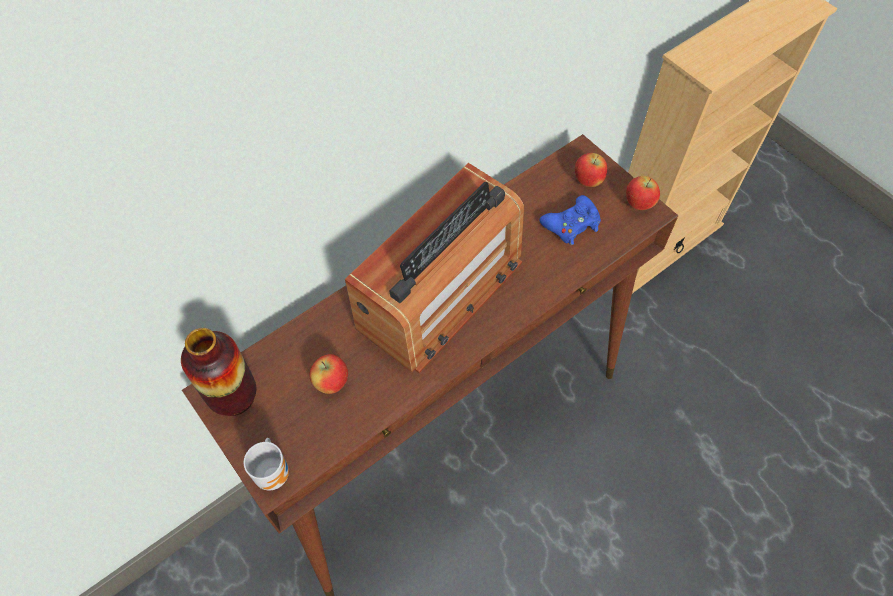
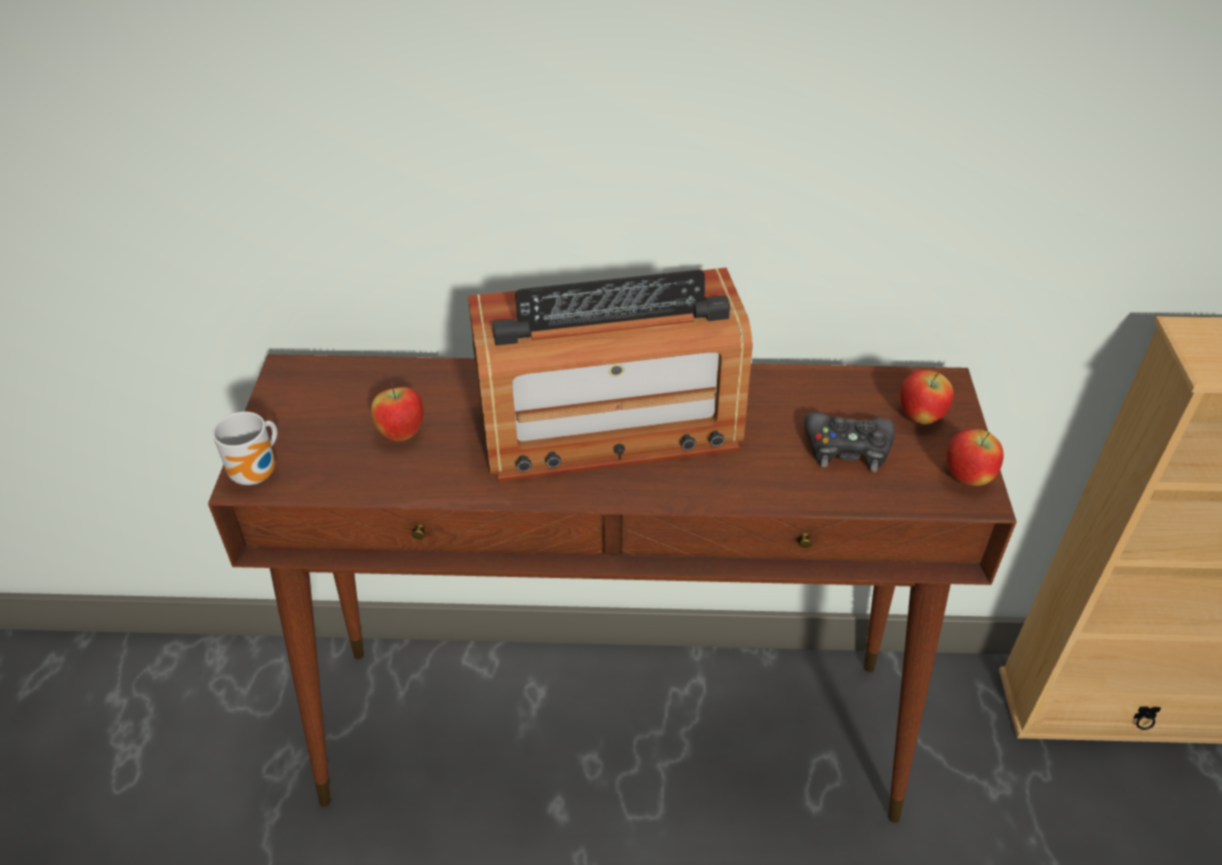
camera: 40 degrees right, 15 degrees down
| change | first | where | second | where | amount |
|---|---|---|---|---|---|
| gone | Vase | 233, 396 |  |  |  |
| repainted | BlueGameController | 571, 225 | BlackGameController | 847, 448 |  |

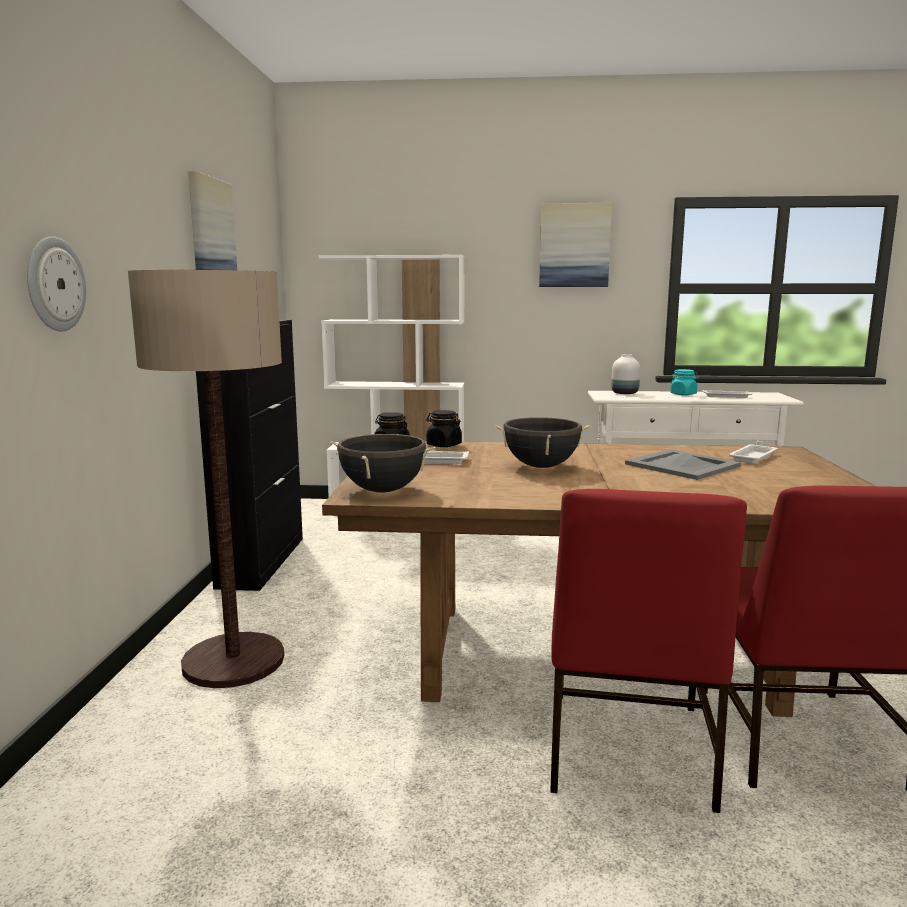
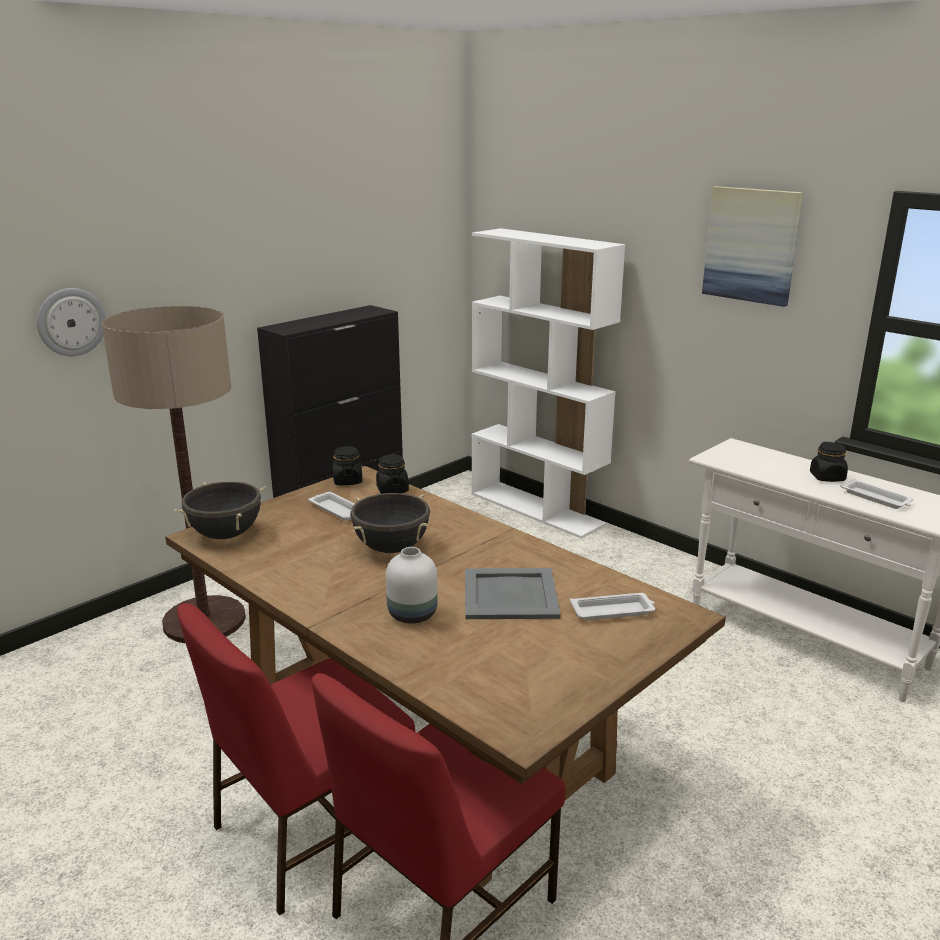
camera: 40 degrees right, 10 degrees up
| change | first | where | second | where | amount |
|---|---|---|---|---|---|
| gone | Picture | 211, 232 |  |  |  |
| shifted | WhiteVase | 624, 393 |  | 412, 614 |  |
| repainted | TurquoiseJar | 683, 394 | BlackJar | 827, 477 |  |

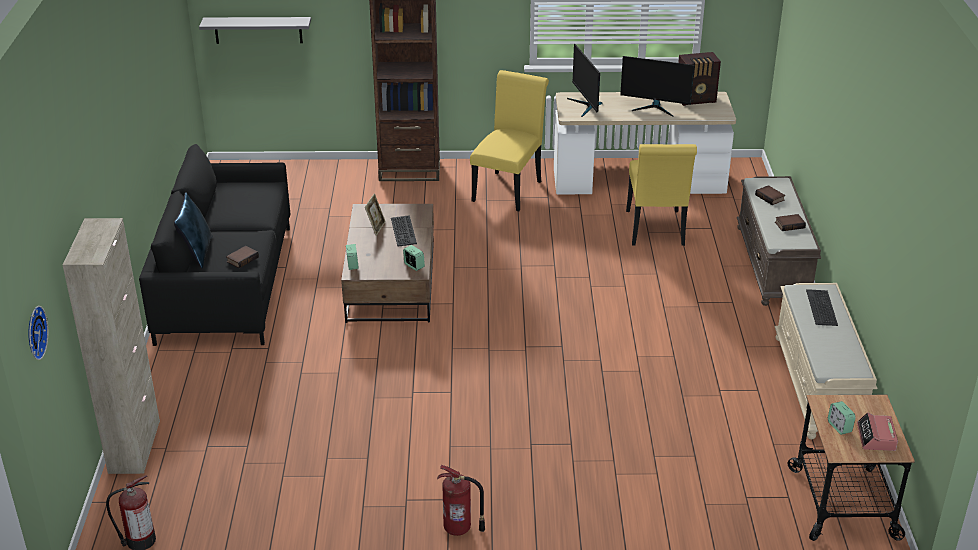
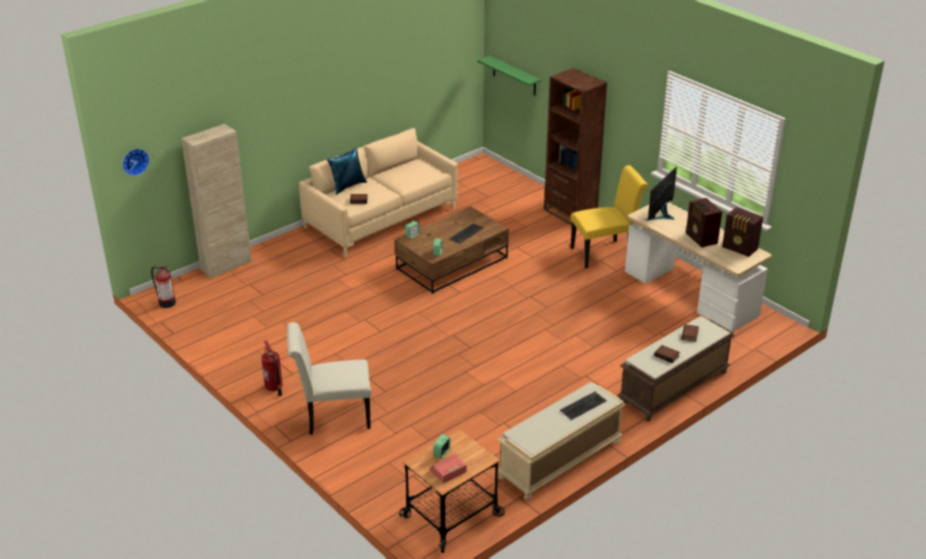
camera: 50 degrees right, 0 degrees up
| change | first | where | second | where | amount |
|---|---|---|---|---|---|
| repainted | BlackSofa | 226, 283 | BeigeSofa | 381, 218 |  |
| repainted | GreyShelf | 258, 30 | GreenShelf | 514, 76 |  |
| gone | PictureFrame | 376, 227 |  |  |  |
| swapped | Monitor | 655, 108 | Radio | 701, 239 |  |
| gone | YellowChair | 655, 231 |  |  |  |
| new |  |  | WhiteChair | 333, 417 |  |

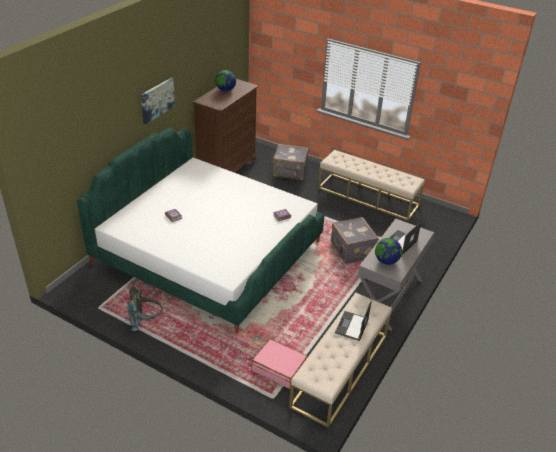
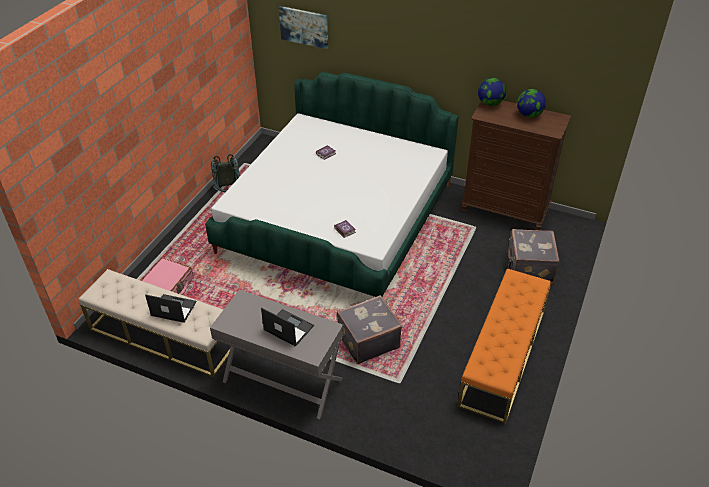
camera: 85 degrees right, 5 degrees up
| change | first | where | second | where | amount |
|---|---|---|---|---|---|
| shifted | Picture | 157, 100 |  | 304, 26 |  |
| repainted | BeigeBench | 368, 196 | OrangeBench | 503, 357 |  |
| shifted | Globe | 386, 261 |  | 490, 103 |  |

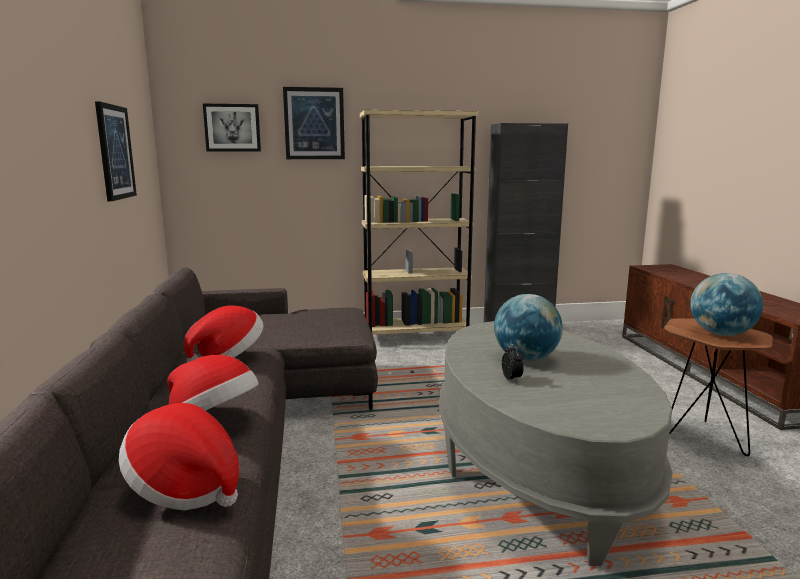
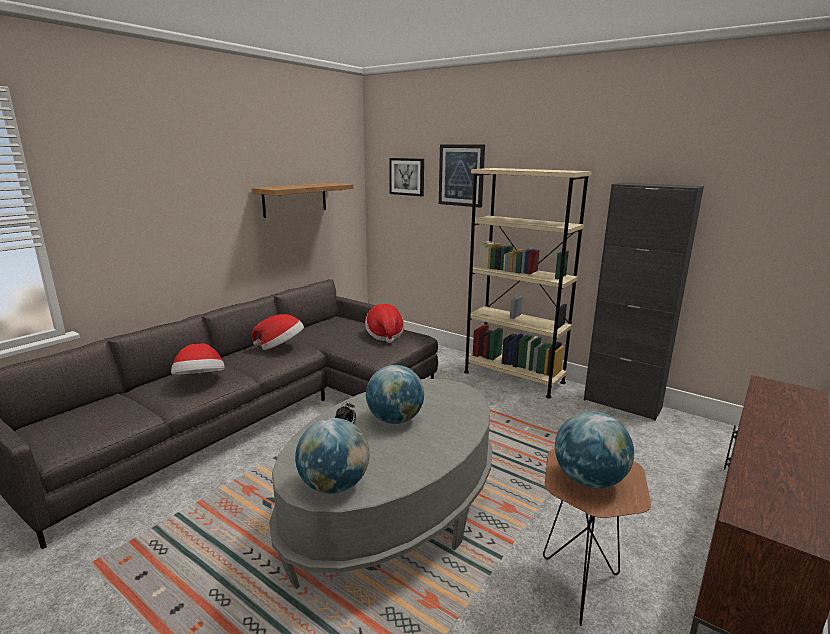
camera: 45 degrees right, 5 degrees up
| change | first | where | second | where | amount |
|---|---|---|---|---|---|
| swapped | Picture | 115, 152 | Shelf | 295, 199 |  |
| shifted | Hat | 185, 488 |  | 385, 335 |  |
| new |  |  | Globe | 334, 485 |  |

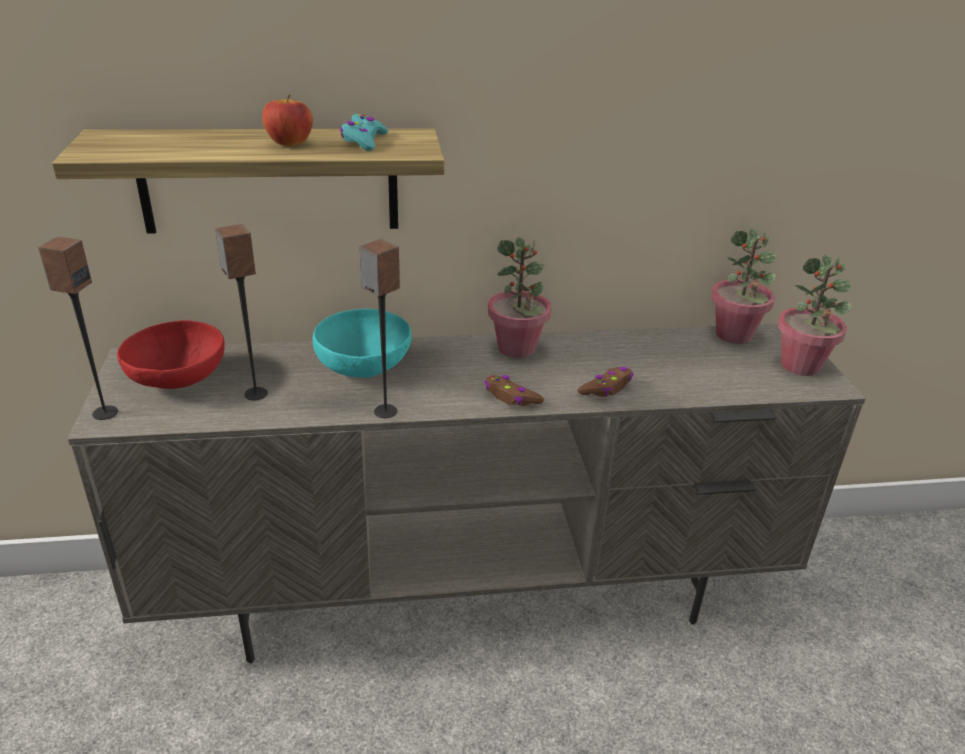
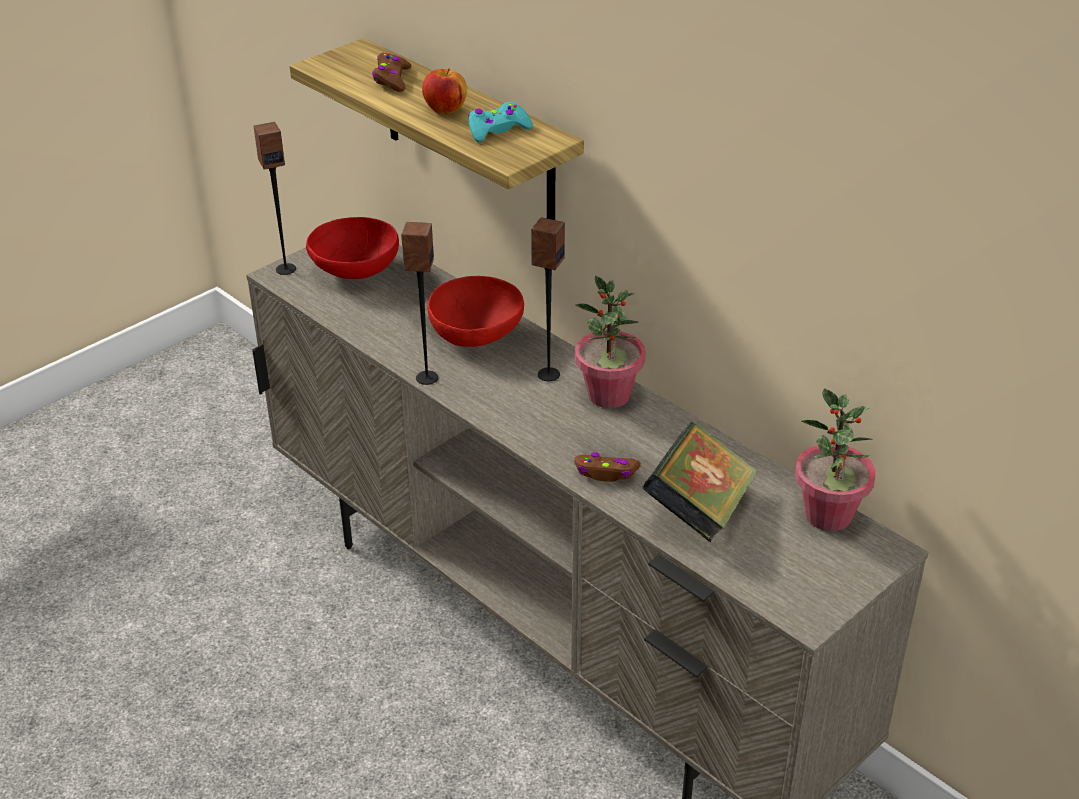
camera: 55 degrees right, 5 degrees up
| change | first | where | second | where | amount |
|---|---|---|---|---|---|
| shifted | Speaker | 255, 394 |  | 548, 374 |  |
| repainted | TurquoiseBowl | 365, 366 | RedBowl | 477, 335 |  |
| shifted | BrownGameController | 511, 397 |  | 392, 79 |  |
| gone | PottedPlant | 800, 366 |  |  |  |
| new |  |  | Book | 699, 510 |  |

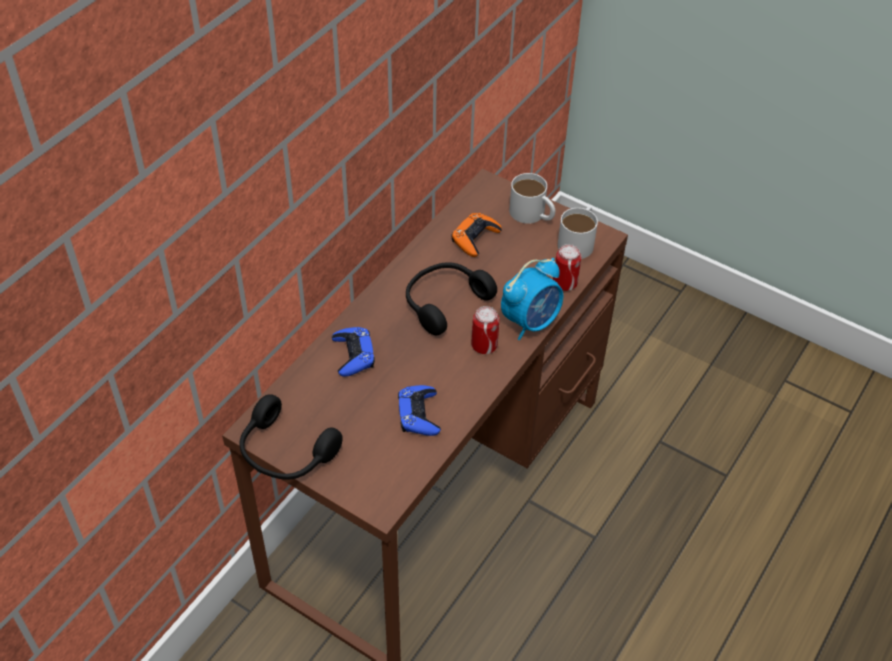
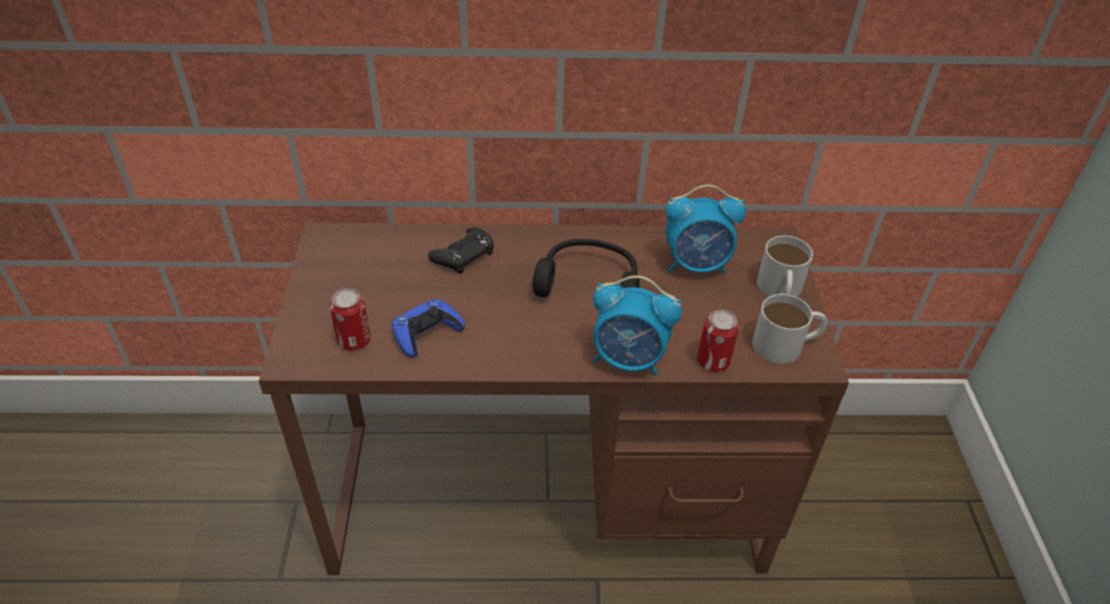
camera: 55 degrees right, 5 degrees down
| change | first | where | second | where | amount |
|---|---|---|---|---|---|
| gone | BlackHeadphones | 285, 453 |  |  |  |
| repainted | BlueGameController | 353, 355 | BlackGameController | 463, 255 |  |
| swapped | OrangeGameController | 475, 238 | AlarmClock | 696, 265 |  |
| shifted | Can | 484, 345 |  | 354, 340 |  |

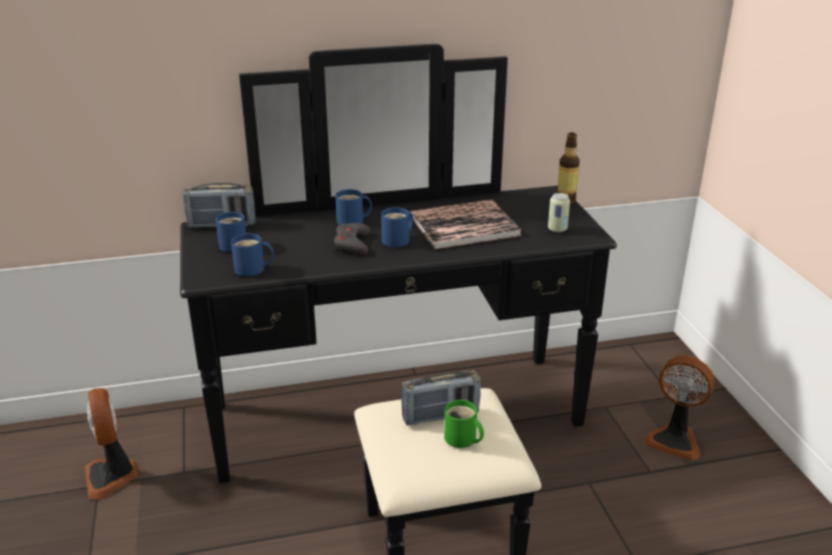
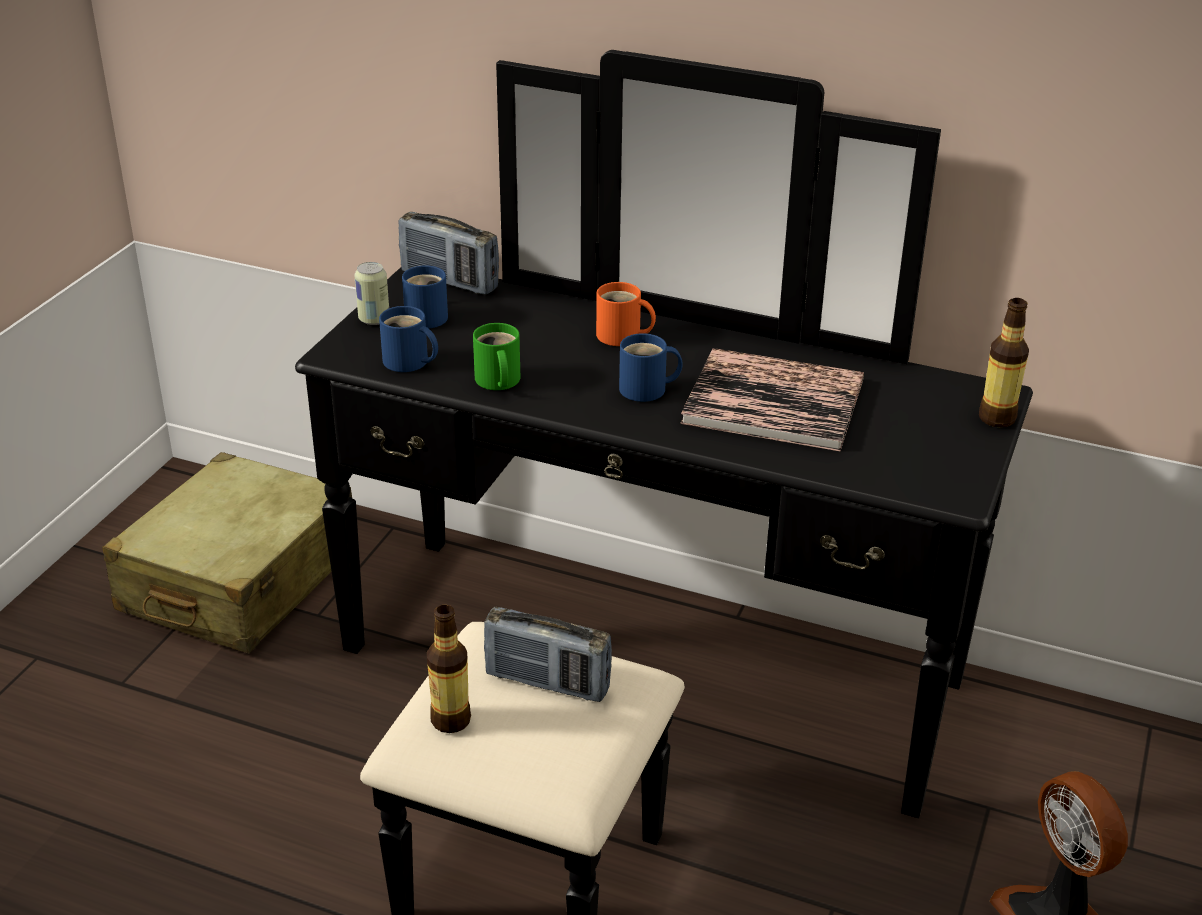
camera: 35 degrees right, 5 degrees up
| change | first | where | second | where | amount |
|---|---|---|---|---|---|
| swapped | Fan | 112, 476 | BeigeSuitcase | 238, 581 |  |
| gone | GreyGameController | 352, 243 |  |  |  |
| repainted | BlueMug | 353, 221 | OrangeMug | 622, 337 |  |
| shifted | GreenMug | 462, 439 |  | 496, 381 |  |
| shifted | Can | 557, 229 |  | 374, 319 |  |
| new |  |  | Bottle | 450, 720 |  |

